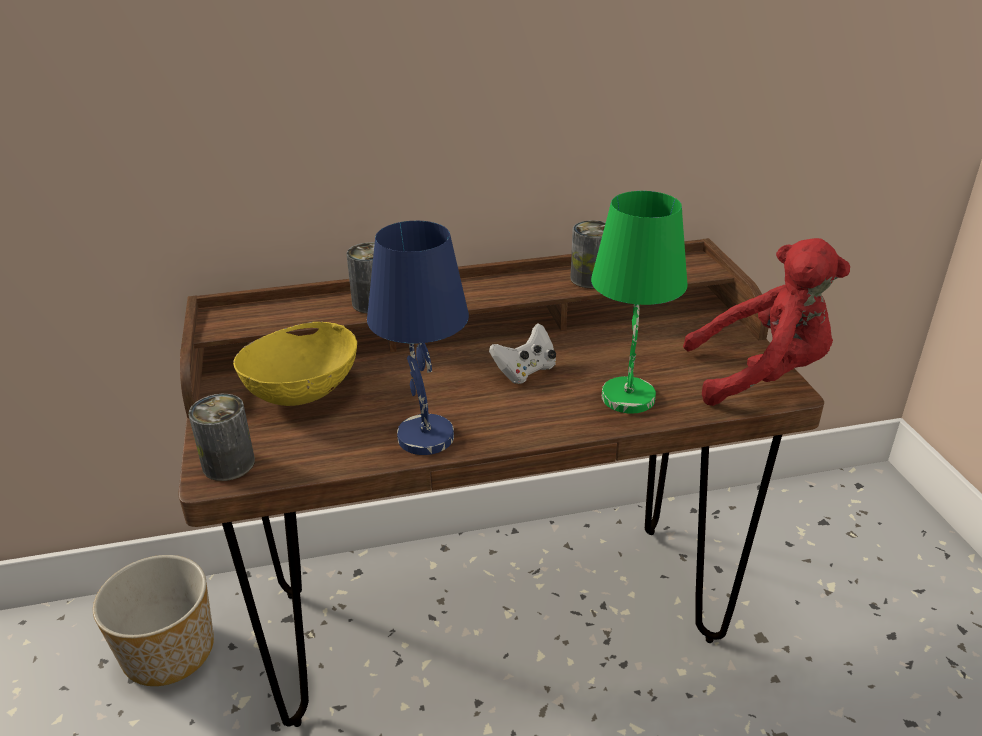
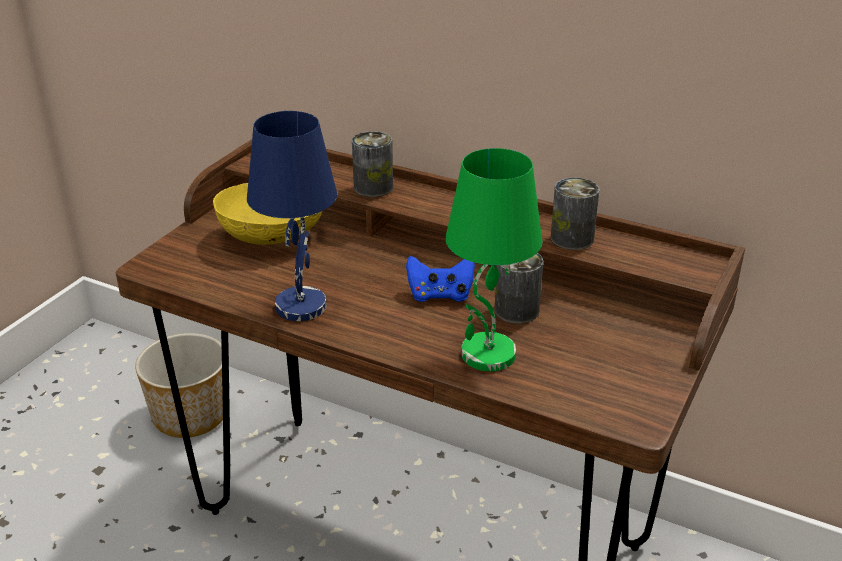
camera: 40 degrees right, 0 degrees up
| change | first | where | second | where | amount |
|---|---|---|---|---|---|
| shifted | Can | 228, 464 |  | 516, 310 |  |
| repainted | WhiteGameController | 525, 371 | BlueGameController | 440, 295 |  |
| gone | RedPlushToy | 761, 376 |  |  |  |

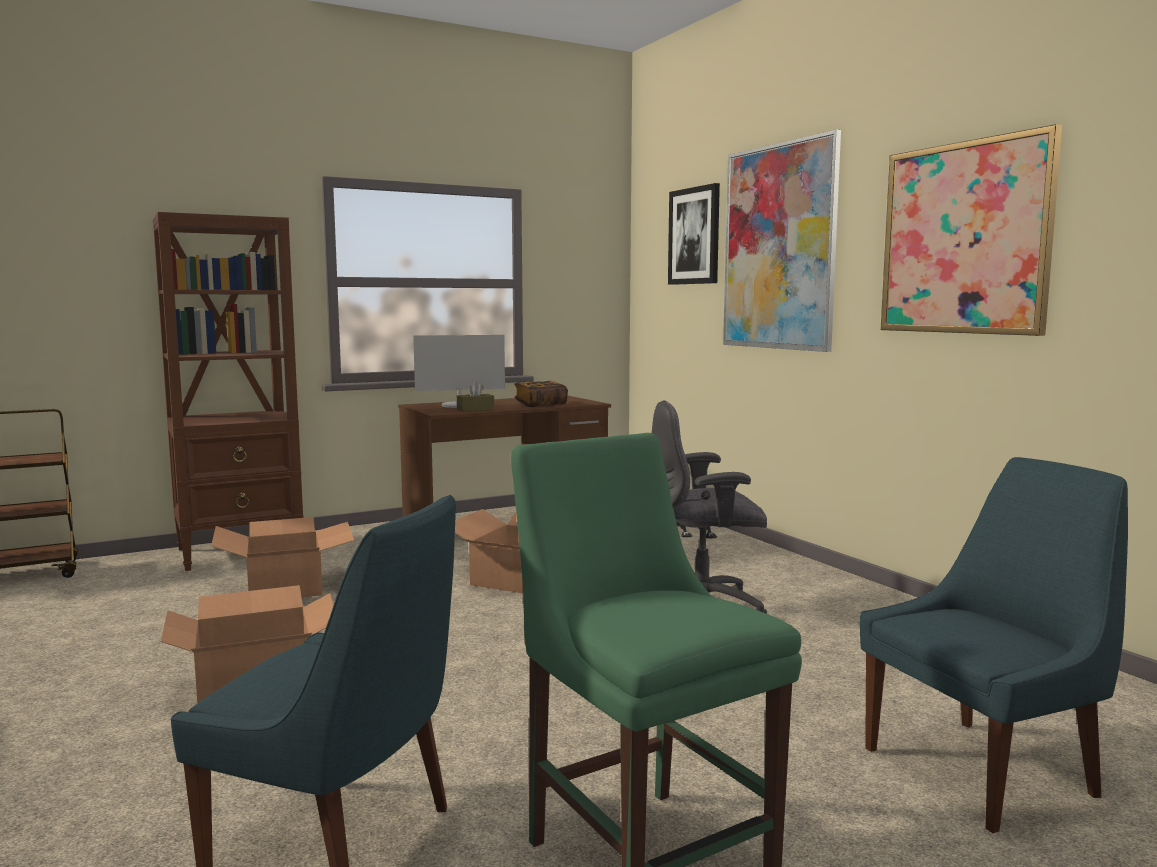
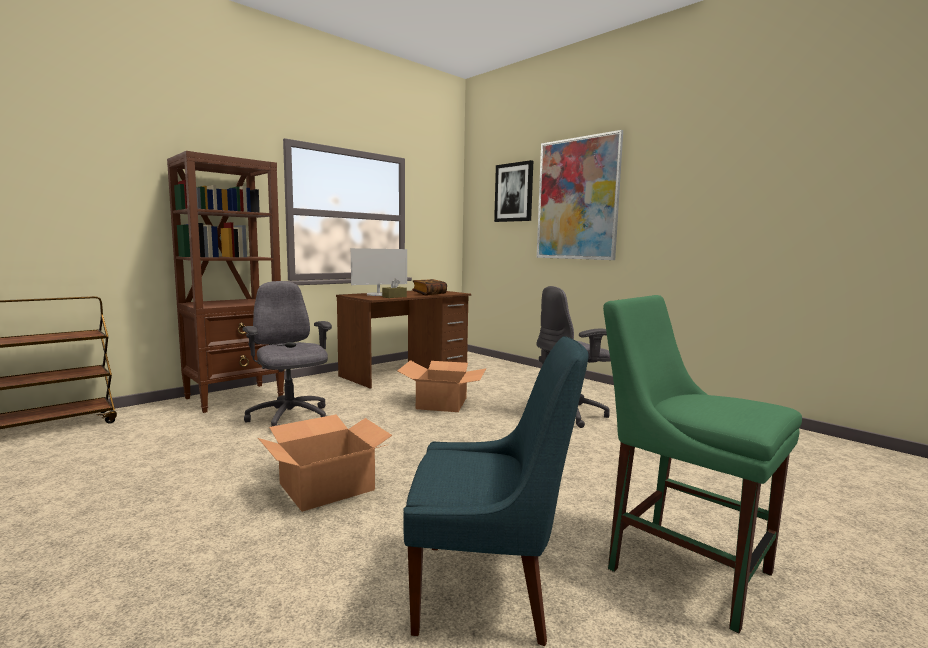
camera: 15 degrees left, 0 degrees up
| change | first | where | second | where | amount |
|---|---|---|---|---|---|
| swapped | CardboardBox | 286, 586 | GreyOfficeChair | 290, 418 |  |
| gone | BlueChair | 984, 770 |  |  |  |
| gone | Picture | 964, 238 |  |  |  |

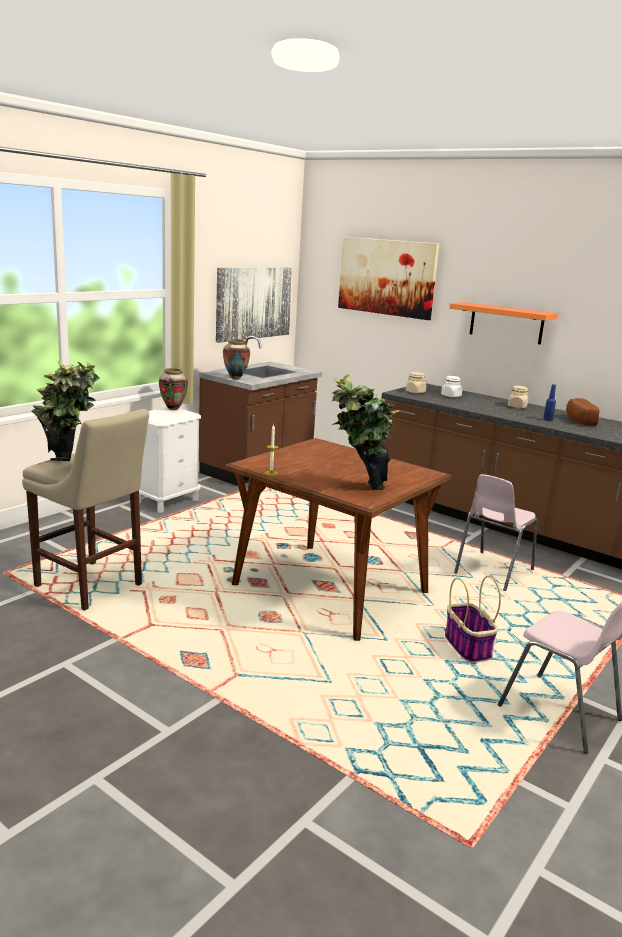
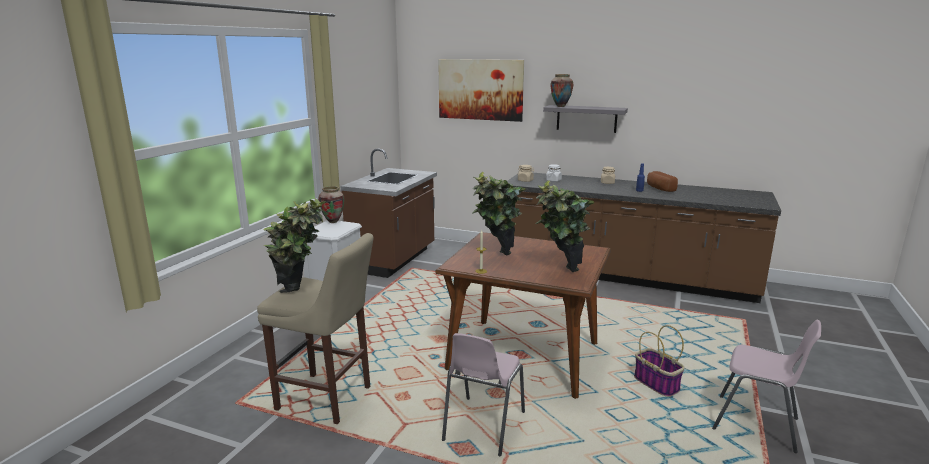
camera: 15 degrees left, 0 degrees up
| change | first | where | second | where | amount |
|---|---|---|---|---|---|
| gone | Picture | 254, 303 |  |  |  |
| shifted | Vase | 235, 378 |  | 560, 106 |  |
| repainted | OrangeShelf | 506, 323 | GreyShelf | 586, 118 |  |
| shifted | PinkChair | 492, 572 |  | 482, 426 |  |
| new |  |  | PottedPlant | 496, 258 |  |

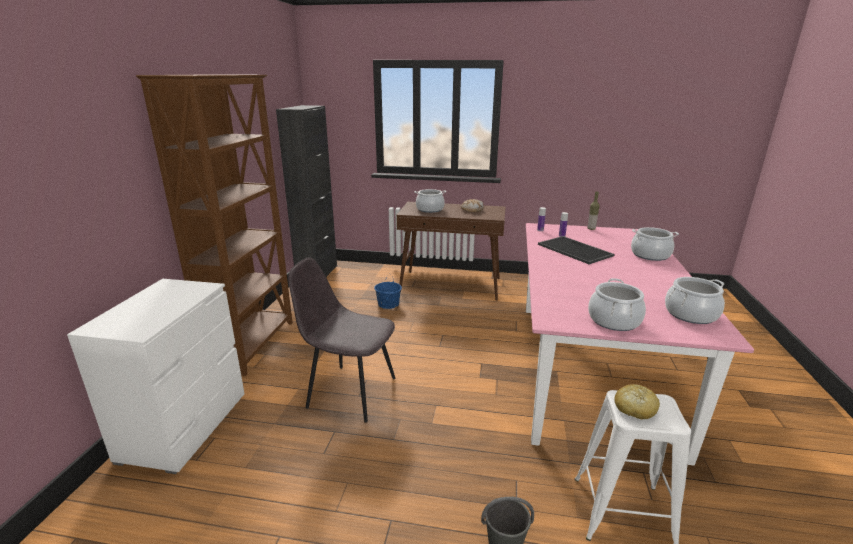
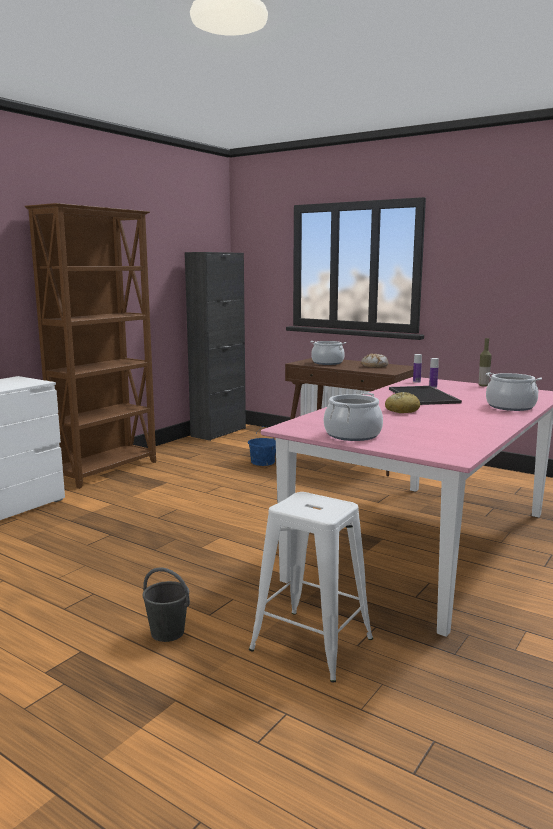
camera: 25 degrees right, 10 degrees down
| change | first | where | second | where | amount |
|---|---|---|---|---|---|
| gone | GreyChair | 350, 392 |  |  |  |
| shifted | Bread | 634, 408 |  | 401, 410 |  |
| gone | CookingPot | 691, 314 |  |  |  |

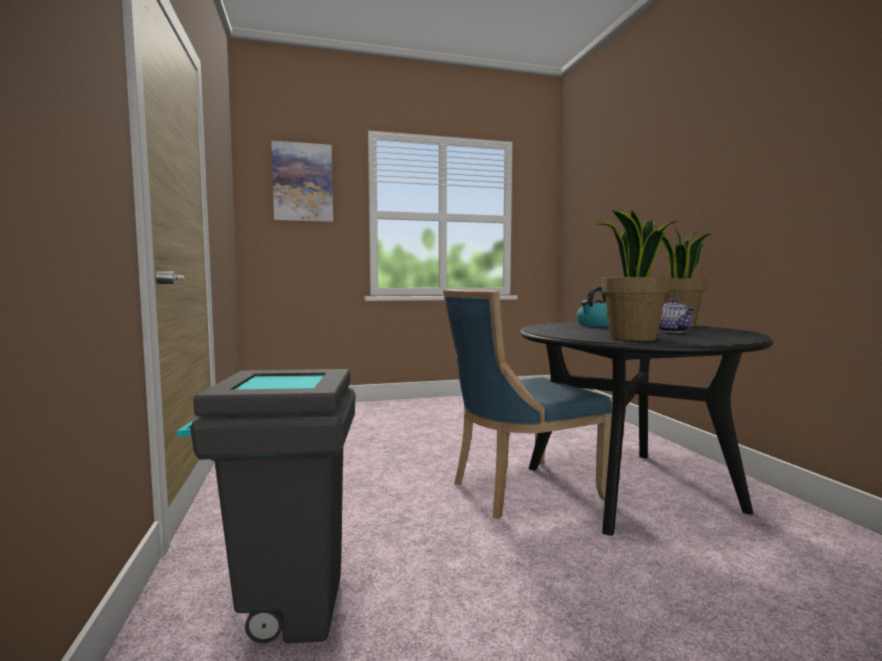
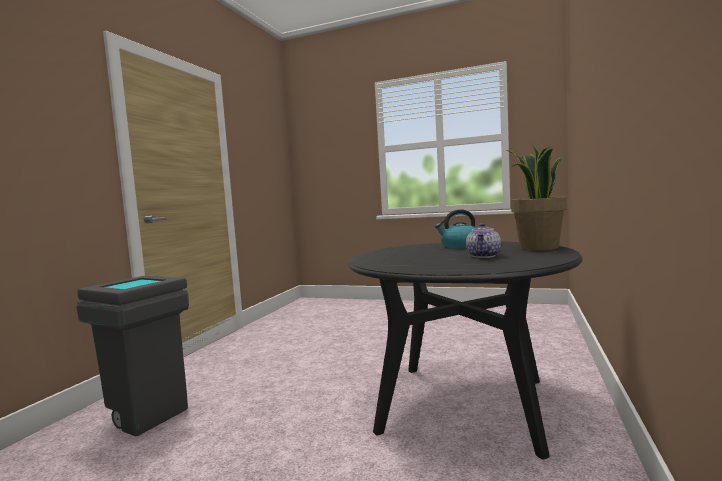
camera: 35 degrees right, 0 degrees up
| change | first | where | second | where | amount |
|---|---|---|---|---|---|
| gone | Picture | 303, 182 |  |  |  |
| gone | BlueChair | 520, 490 |  |  |  |
| gone | PottedPlant | 633, 338 |  |  |  |

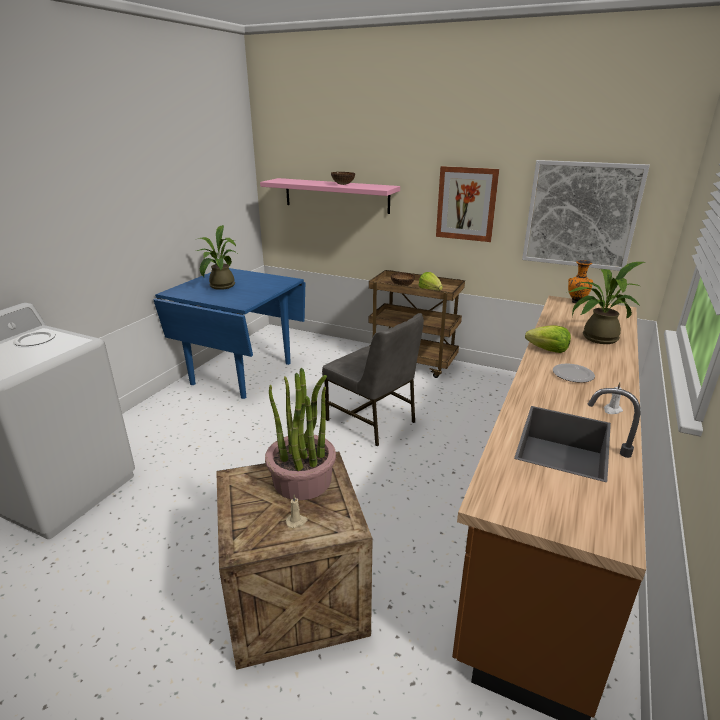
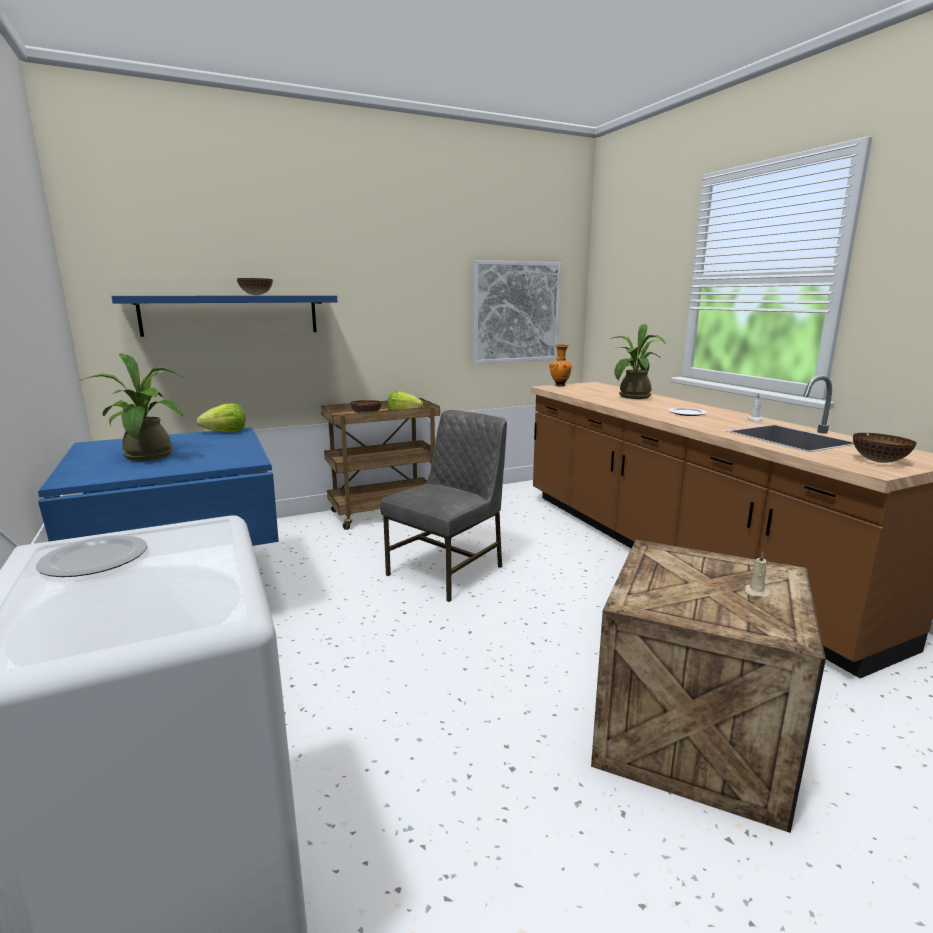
camera: 50 degrees left, 10 degrees down
| change | first | where | second | where | amount |
|---|---|---|---|---|---|
| repainted | PinkShelf | 336, 195 | BlueShelf | 231, 315 |  |
| gone | PottedPlant | 302, 481 |  |  |  |
| rotated | GreyChair | 372, 421 |  | 448, 571 | 45 degrees counterclockwise |
| gone | Picture | 466, 204 |  |  |  |
| shifted | Lettuce | 548, 350 |  | 226, 432 |  |
| new |  |  | Bowl | 880, 461 |  |

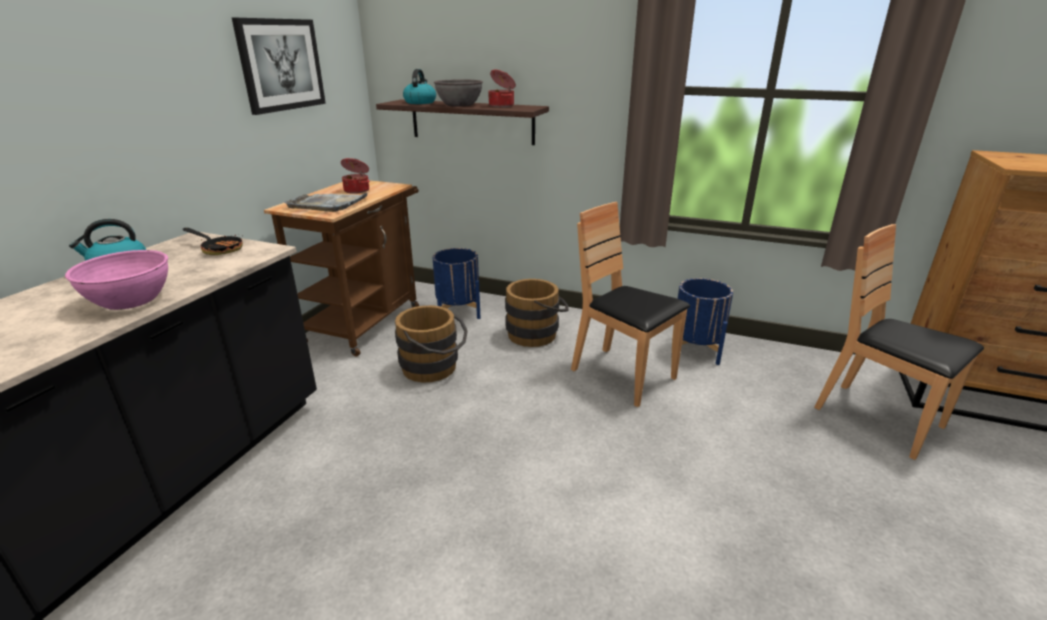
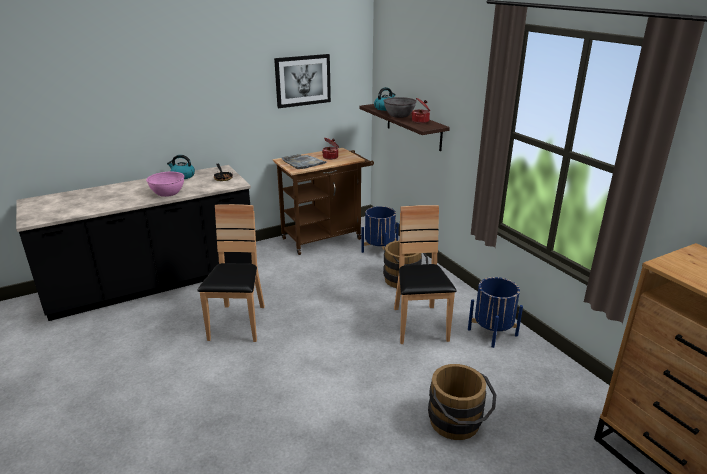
camera: 40 degrees right, 0 degrees up
| change | first | where | second | where | amount |
|---|---|---|---|---|---|
| shifted | BrownBucket | 434, 368 |  | 458, 424 |  |
| shifted | BrownChair | 878, 419 |  | 238, 323 |  |

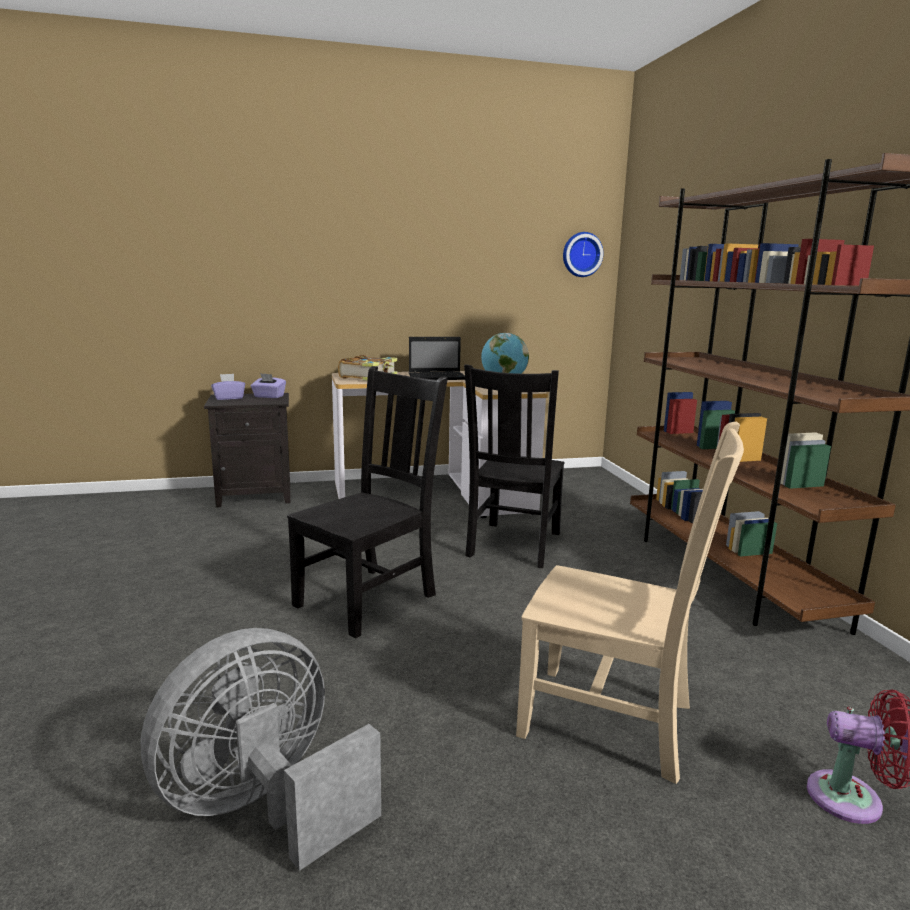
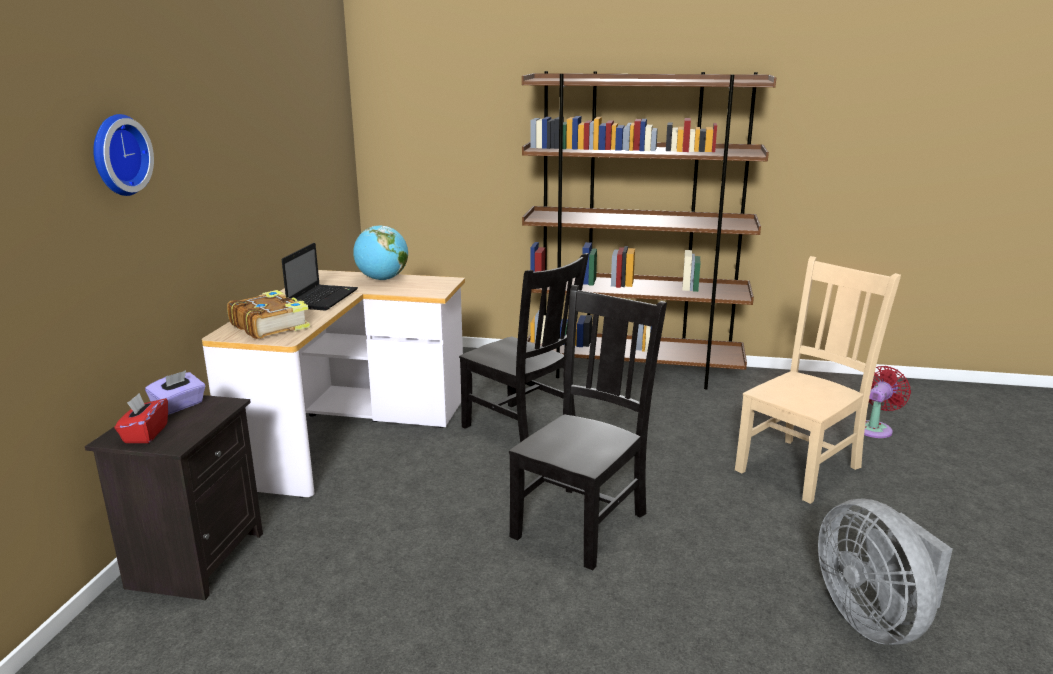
camera: 65 degrees left, 5 degrees up
| change | first | where | second | where | amount |
|---|---|---|---|---|---|
| repainted | PurpleTissueBox | 228, 398 | RedTissueBox | 145, 434 |  |
| rotated | BlackChair | 369, 598 |  | 582, 523 | 60 degrees clockwise |
| shifted | WallClock | 581, 254 |  | 117, 155 |  |

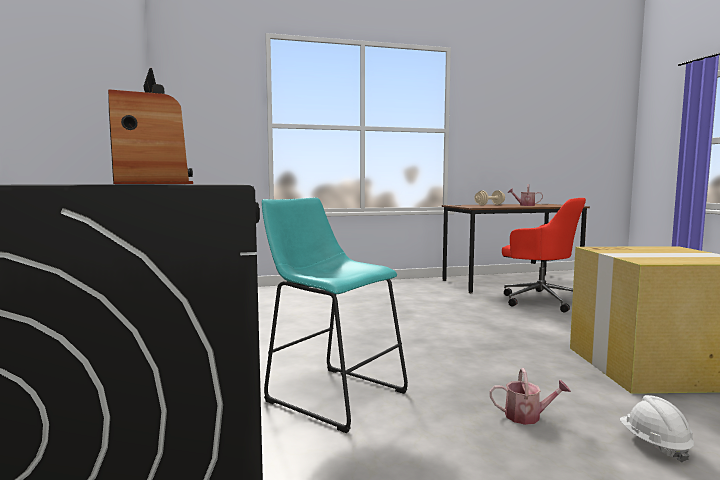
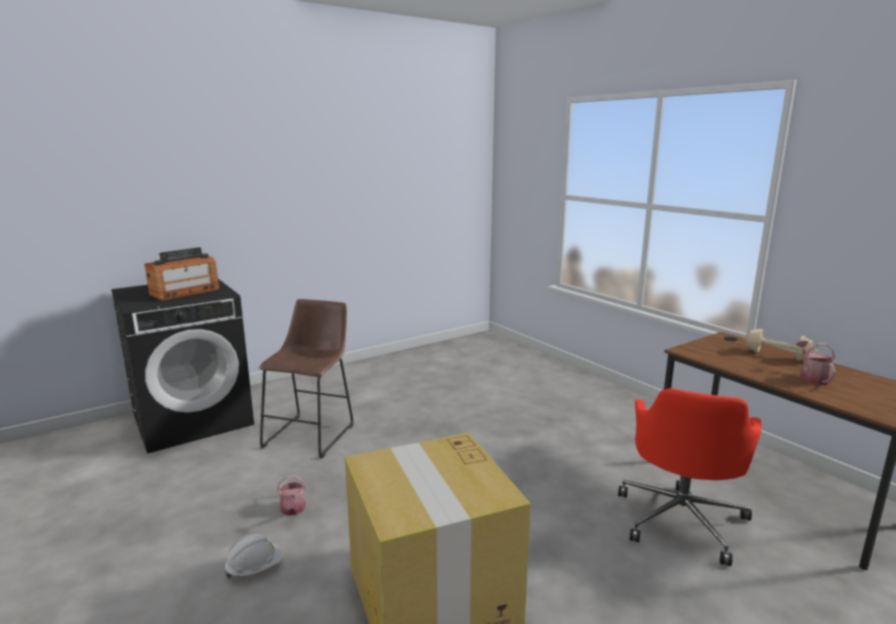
camera: 70 degrees right, 10 degrees up
| change | first | where | second | where | amount |
|---|---|---|---|---|---|
| repainted | TurquoiseStool | 331, 394 | BrownStool | 312, 433 |  |

